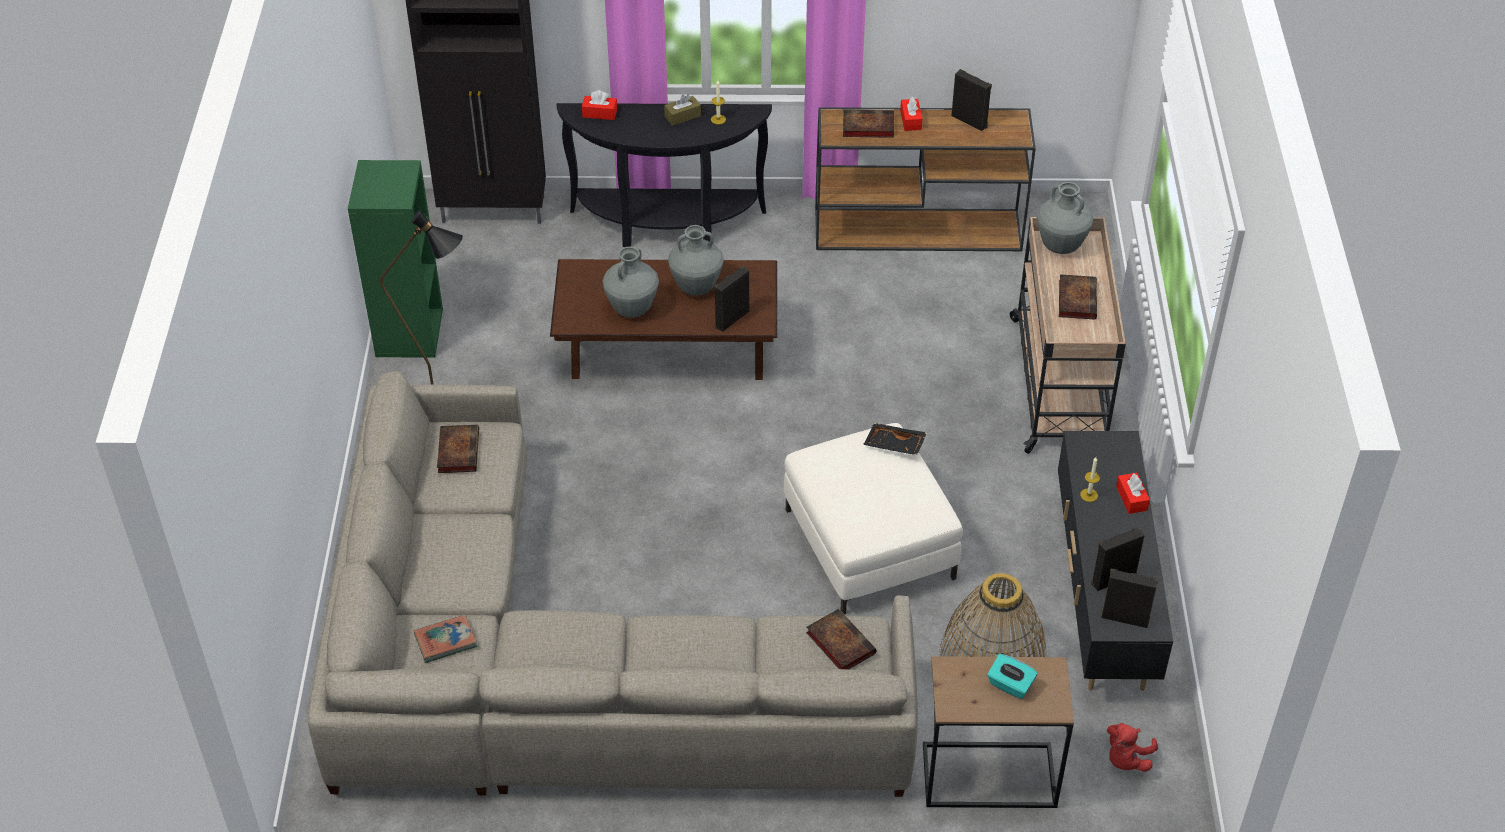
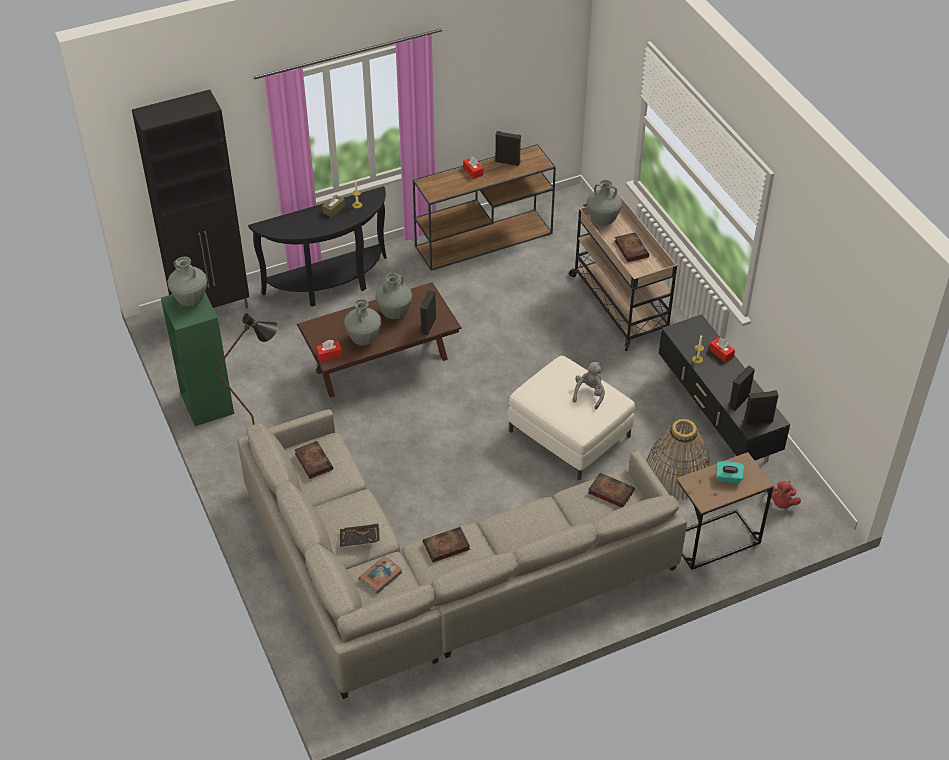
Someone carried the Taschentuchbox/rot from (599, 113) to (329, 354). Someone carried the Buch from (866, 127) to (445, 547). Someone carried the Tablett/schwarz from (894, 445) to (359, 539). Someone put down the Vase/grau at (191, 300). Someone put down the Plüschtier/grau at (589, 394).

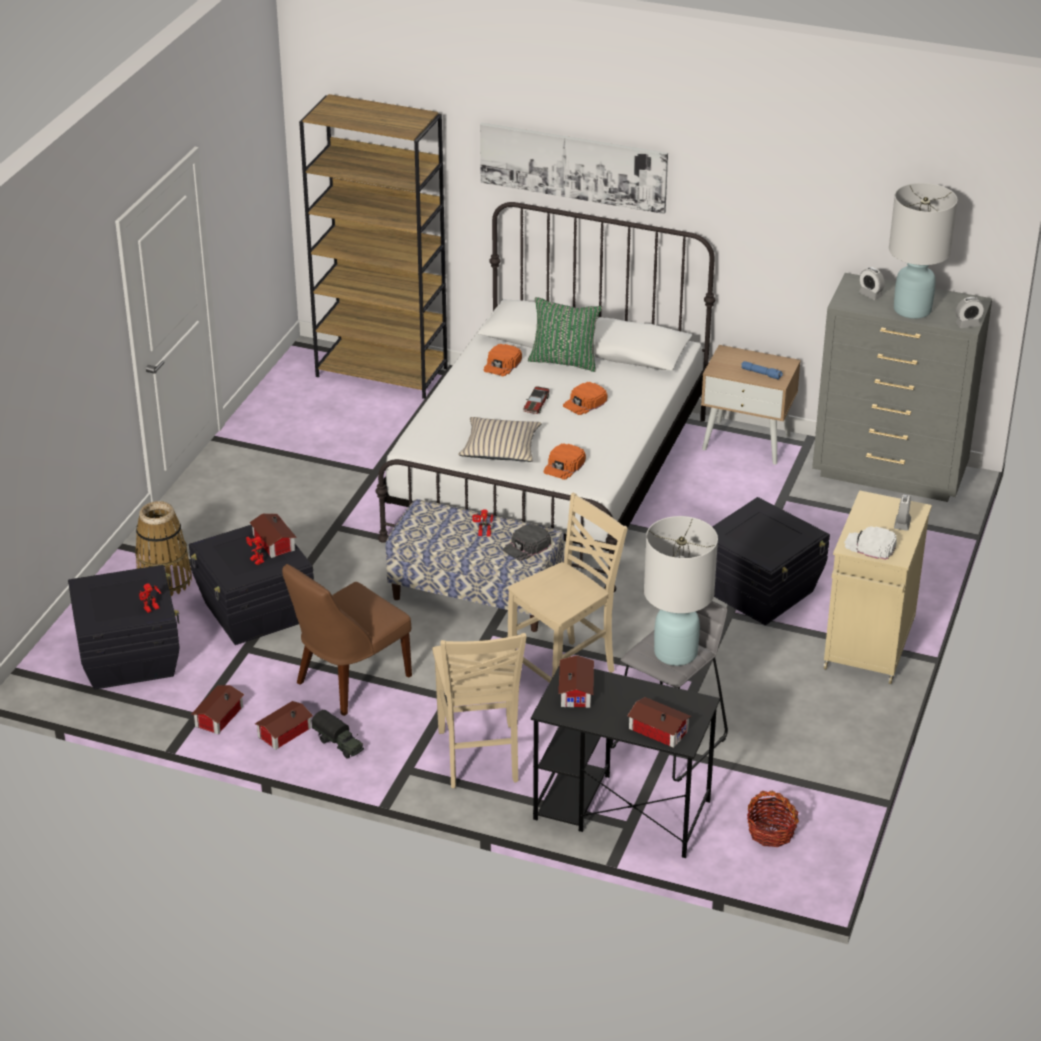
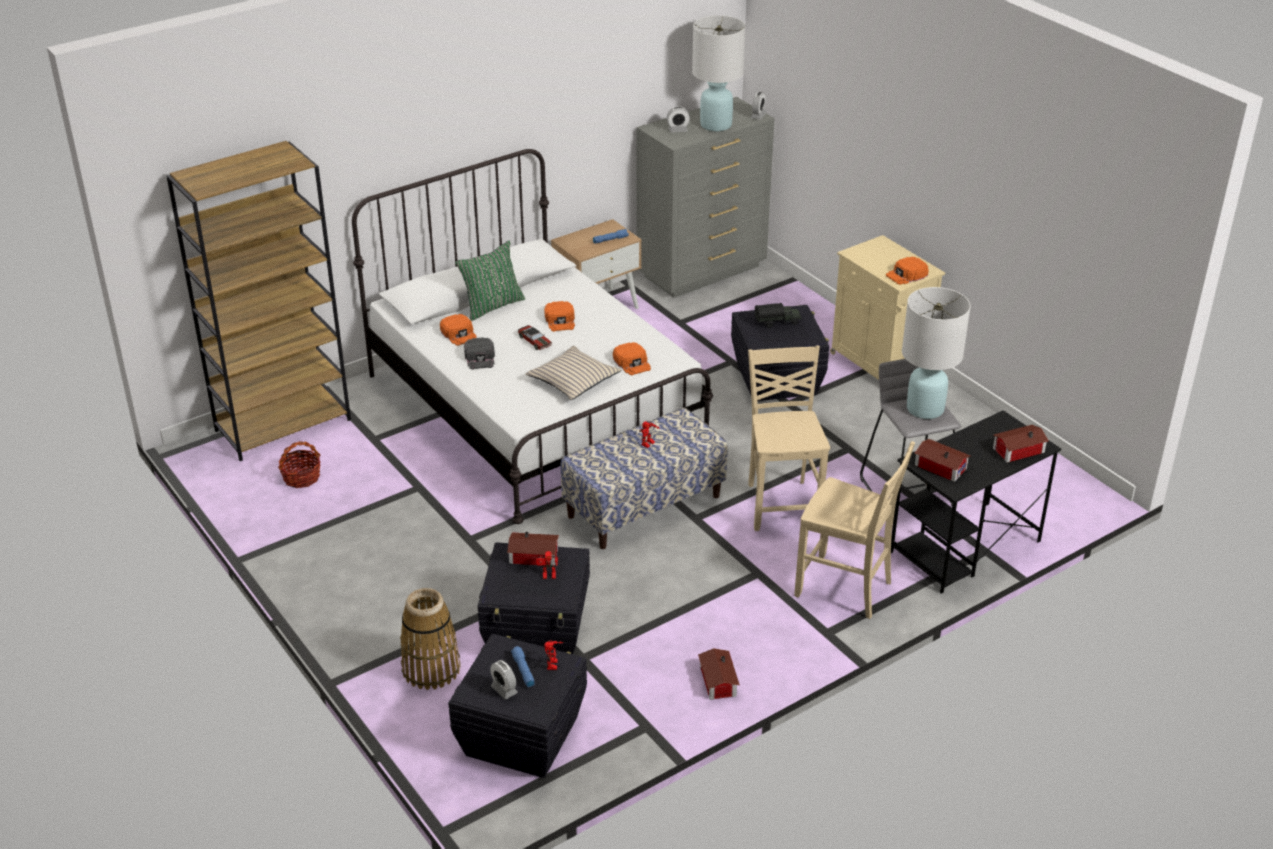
Someone took away the Bild at (573, 167). Someone carried the Wecker from (902, 523) to (504, 690). Someone carried the Kappe/schwarz from (527, 546) to (480, 357). Someone repainted the Kappe/weiß at (870, 546), which became the Kappe/orange at (906, 275). Someone took away the Stuhl/braun at (349, 681). Someone took away the Spielzeughaus at (217, 717). Someone carried the Spielzeuglaster from (339, 744) to (778, 322). Someone carried the Korb from (771, 832) to (301, 477). Someone put down the Taschenlampe/blau at (522, 670).

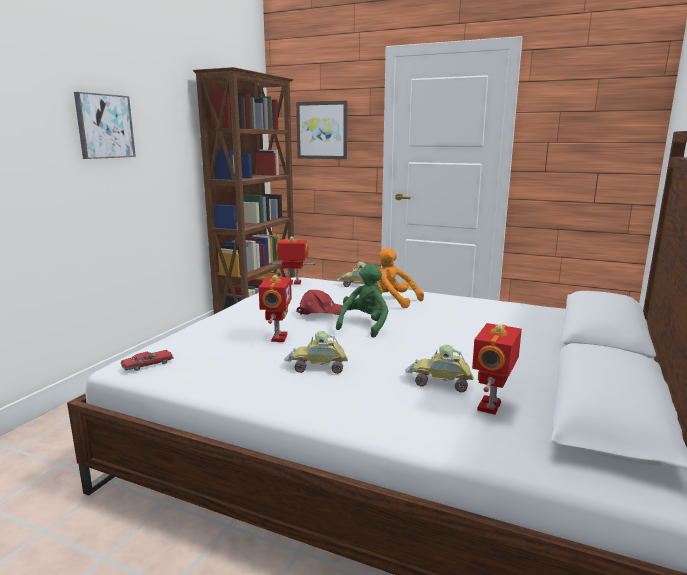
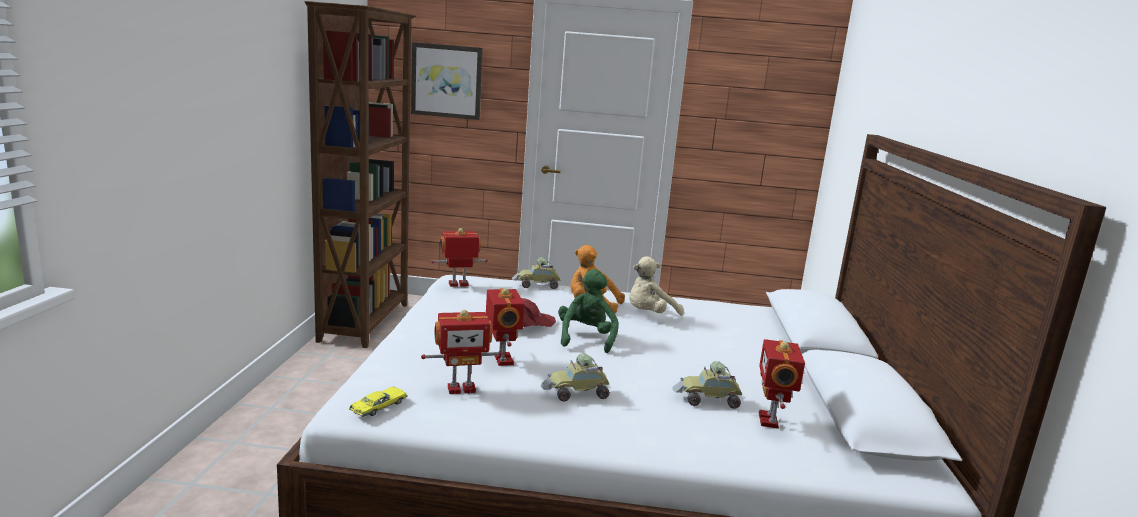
Someone took away the Bild at (104, 126). Someone repainted the Spielzeugauto/rot at (148, 364), which became the Spielzeugauto/gelb at (379, 407). Someone put down the Plüschtier/beige at (649, 315). Someone put down the Spielzeugroboter at (461, 388).

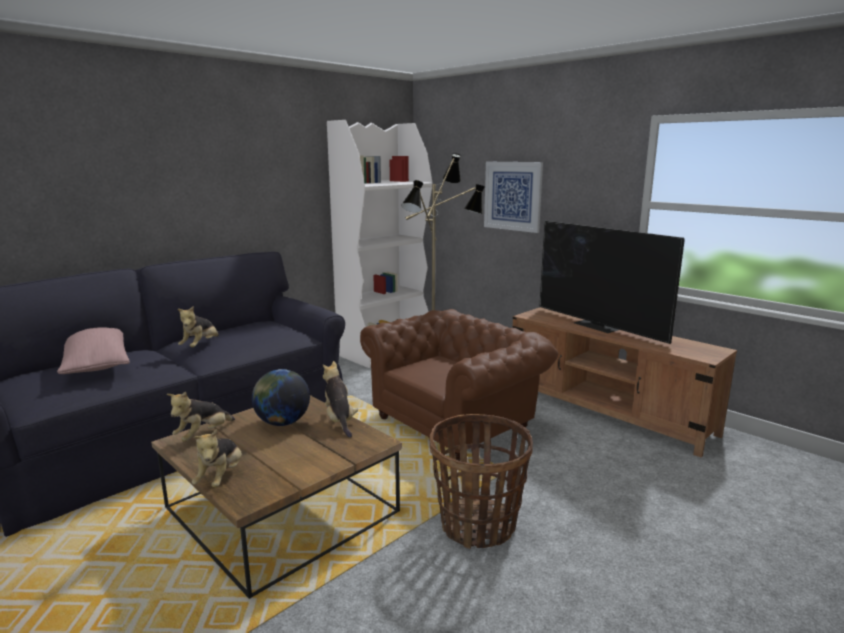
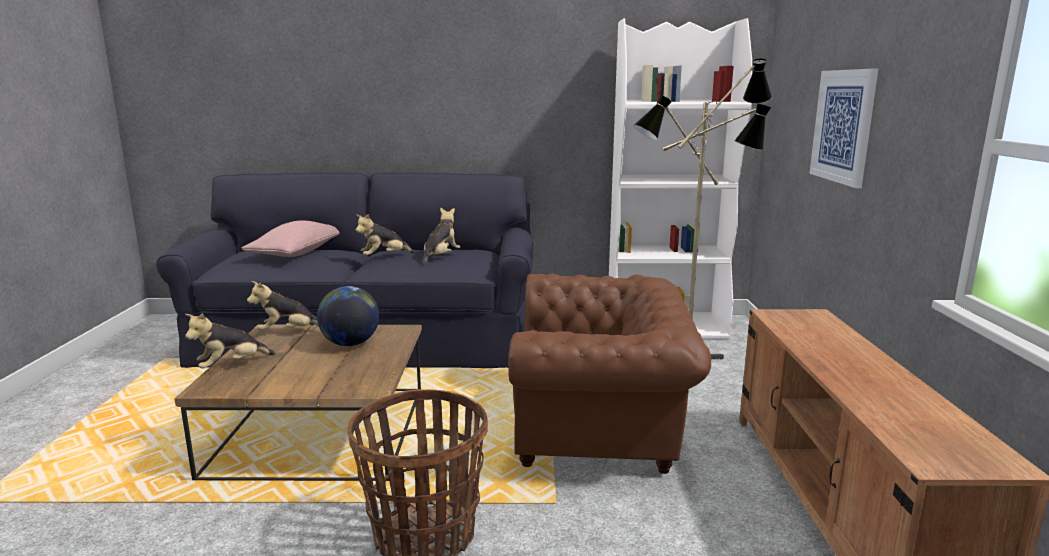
Someone took away the Fernseher at (598, 326). Someone carried the Plüschtier from (339, 420) to (440, 257).

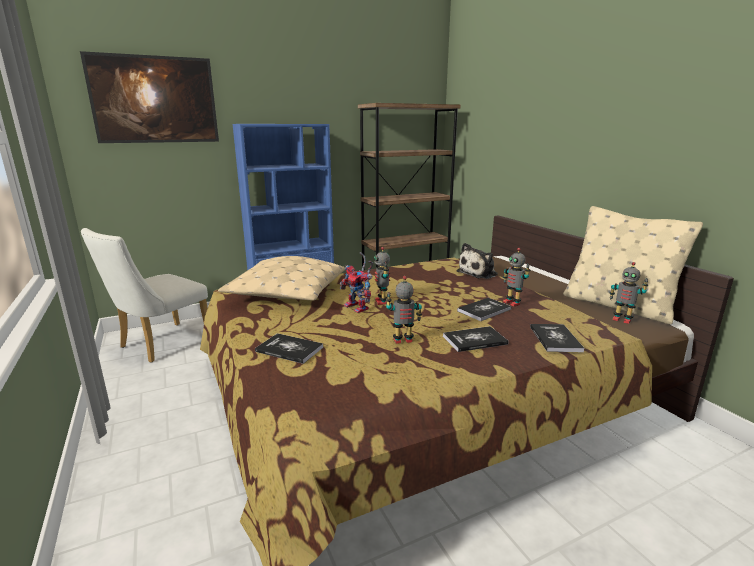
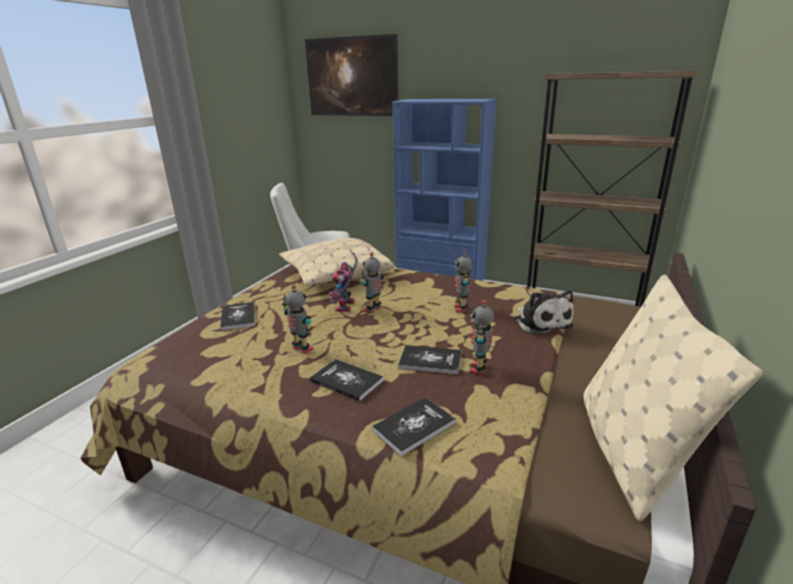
Someone rotated the Plüschtier at (479, 273) by 120 degrees counterclockwise. Someone carried the Spielzeugroboter from (622, 319) to (461, 308).

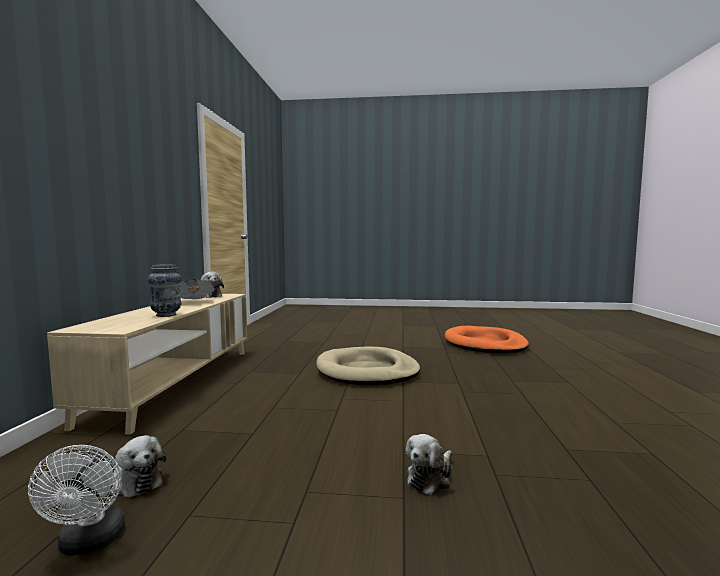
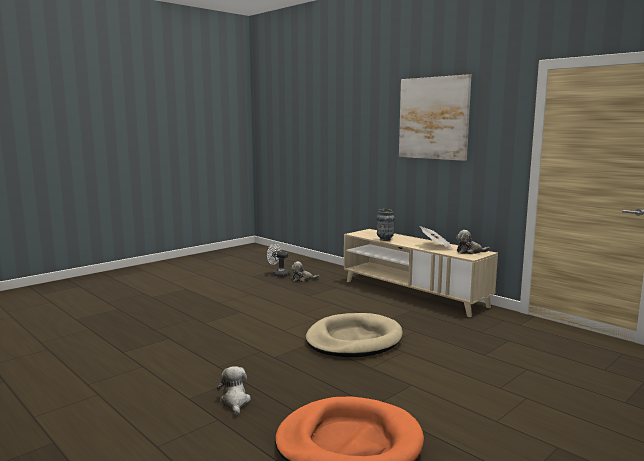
Someone carried the Plüschtier from (430, 478) to (235, 402). Someone put up the Bild at (433, 118).

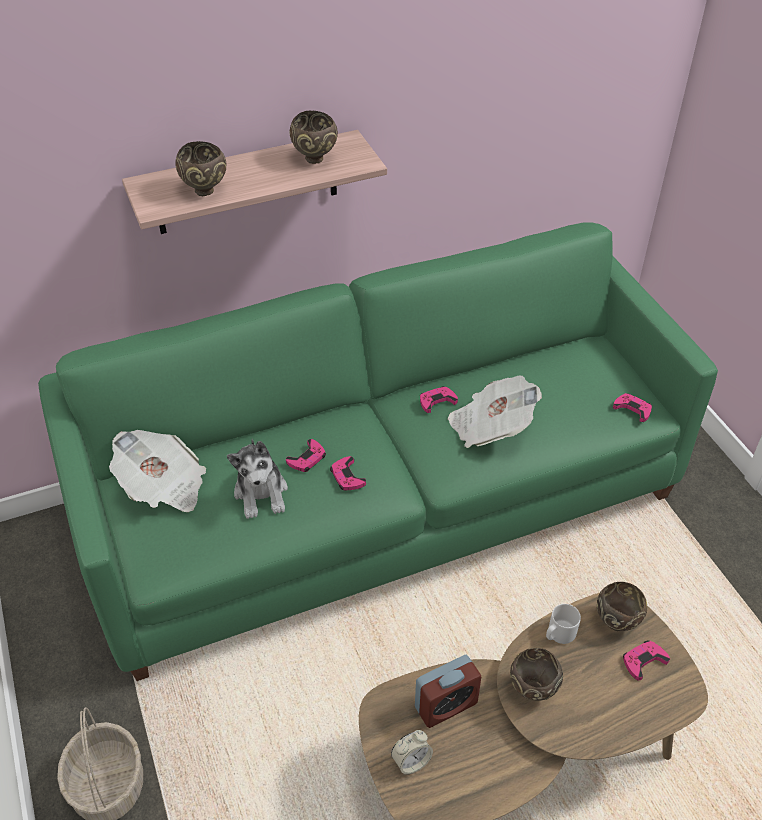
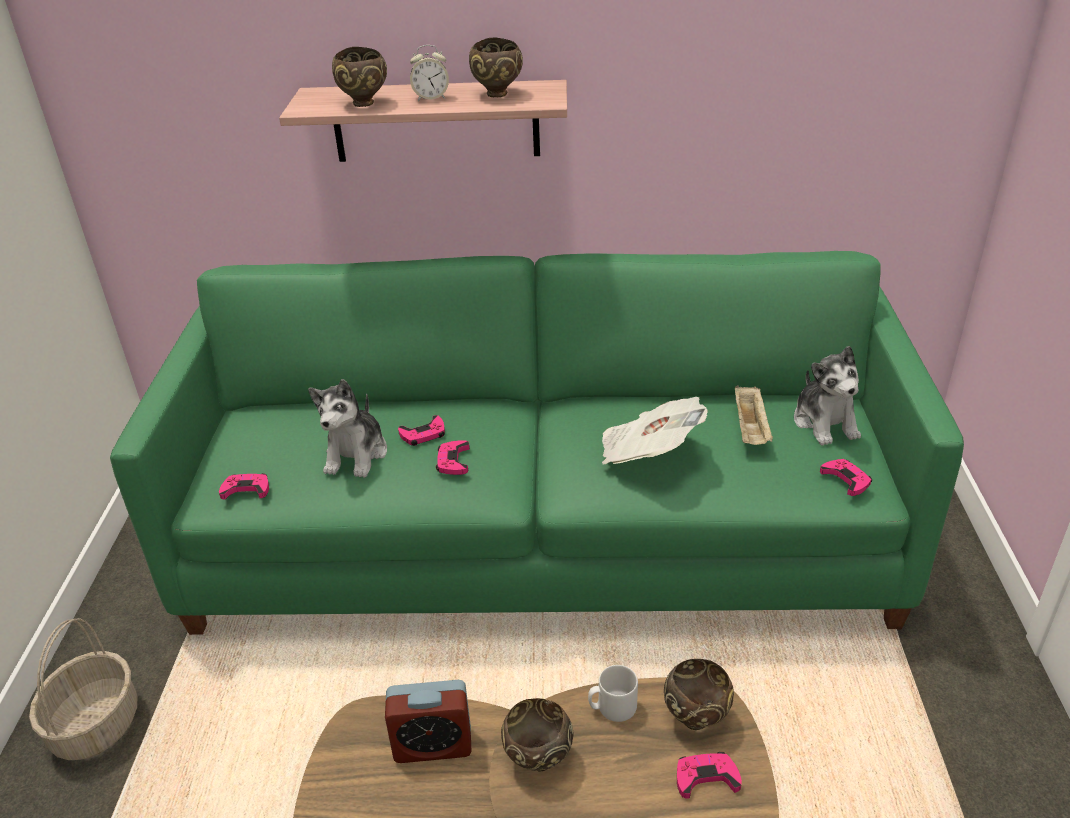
Someone carried the Gamepad/rosa from (437, 401) to (246, 489). Someone took away the Zeitung at (163, 485). Someone carried the Wecker from (411, 761) to (431, 98). Someone put down the Plüschtier at (825, 423). Someone put down the Tablett/beige at (751, 429).

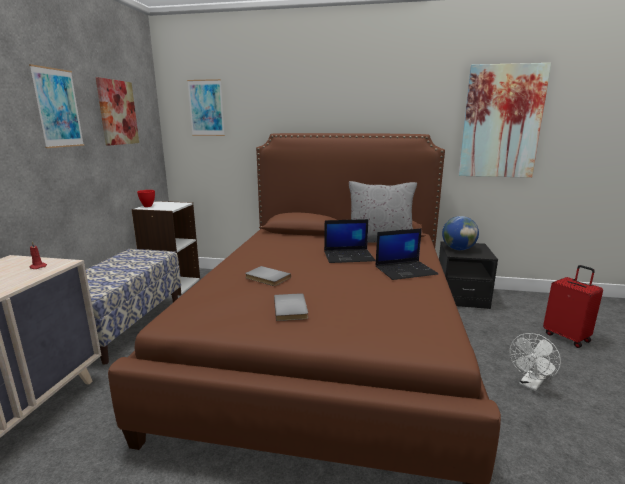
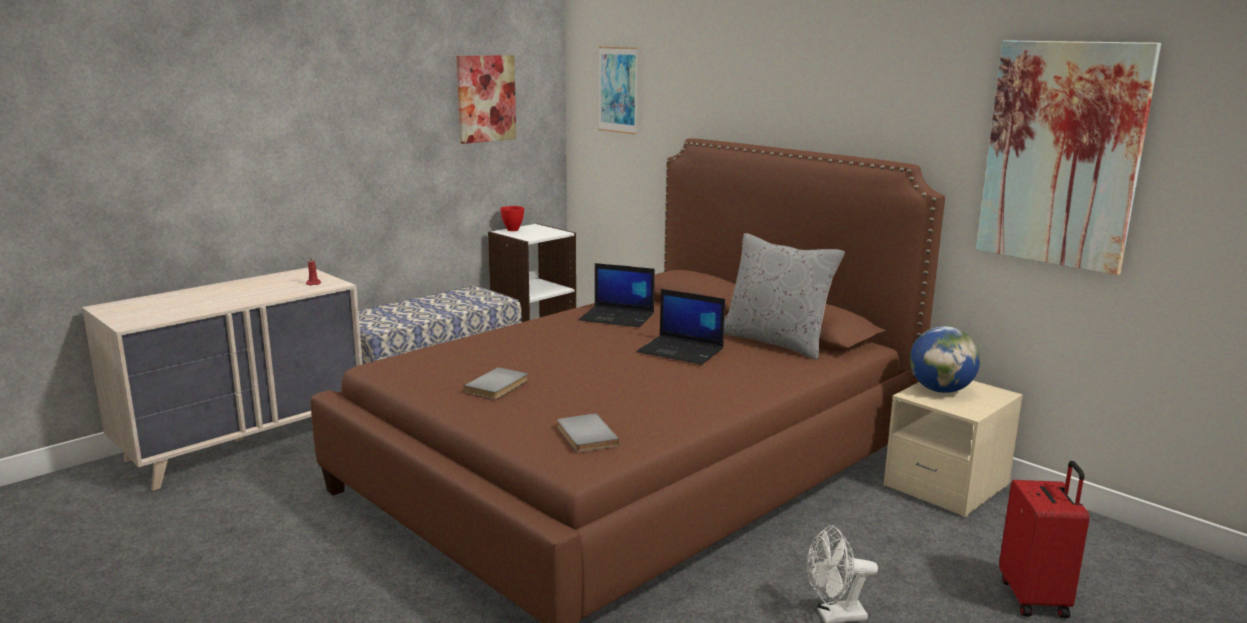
Someone took away the Bild at (58, 108). Someone carried the Laptop from (406, 270) to (618, 317). Someone repainted the Nachttisch/schwarz at (461, 297), which became the Nachttisch/beige at (946, 486). Someone carried the Buch/grau from (266, 278) to (584, 436).

